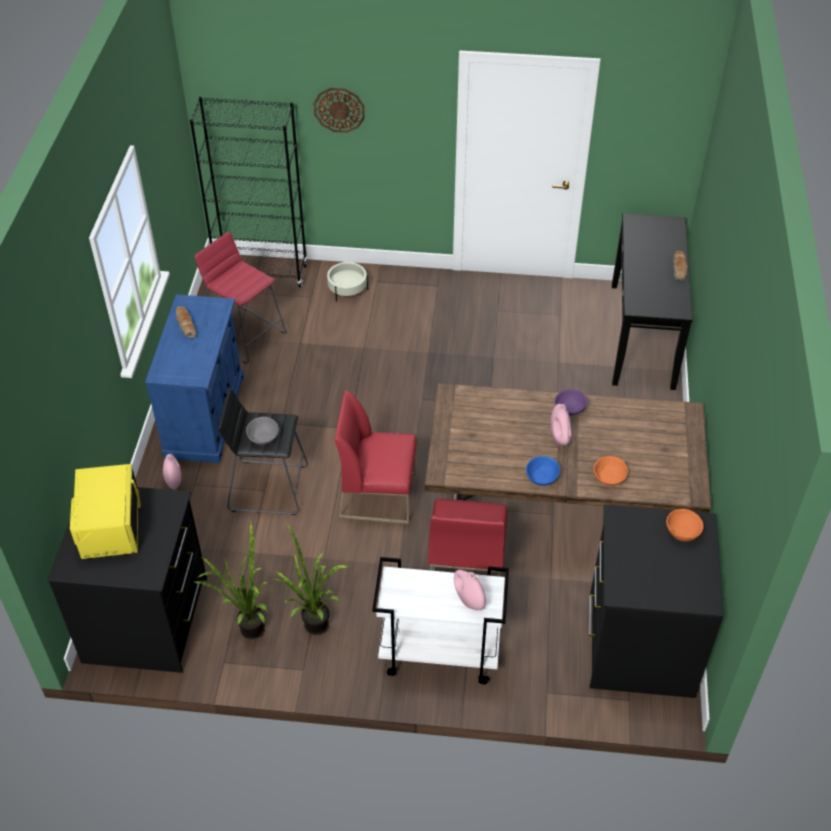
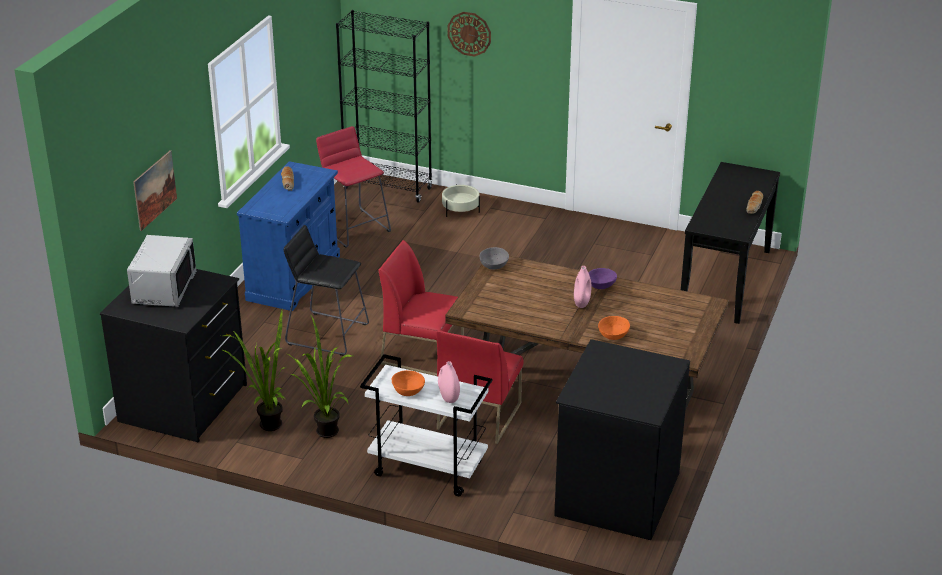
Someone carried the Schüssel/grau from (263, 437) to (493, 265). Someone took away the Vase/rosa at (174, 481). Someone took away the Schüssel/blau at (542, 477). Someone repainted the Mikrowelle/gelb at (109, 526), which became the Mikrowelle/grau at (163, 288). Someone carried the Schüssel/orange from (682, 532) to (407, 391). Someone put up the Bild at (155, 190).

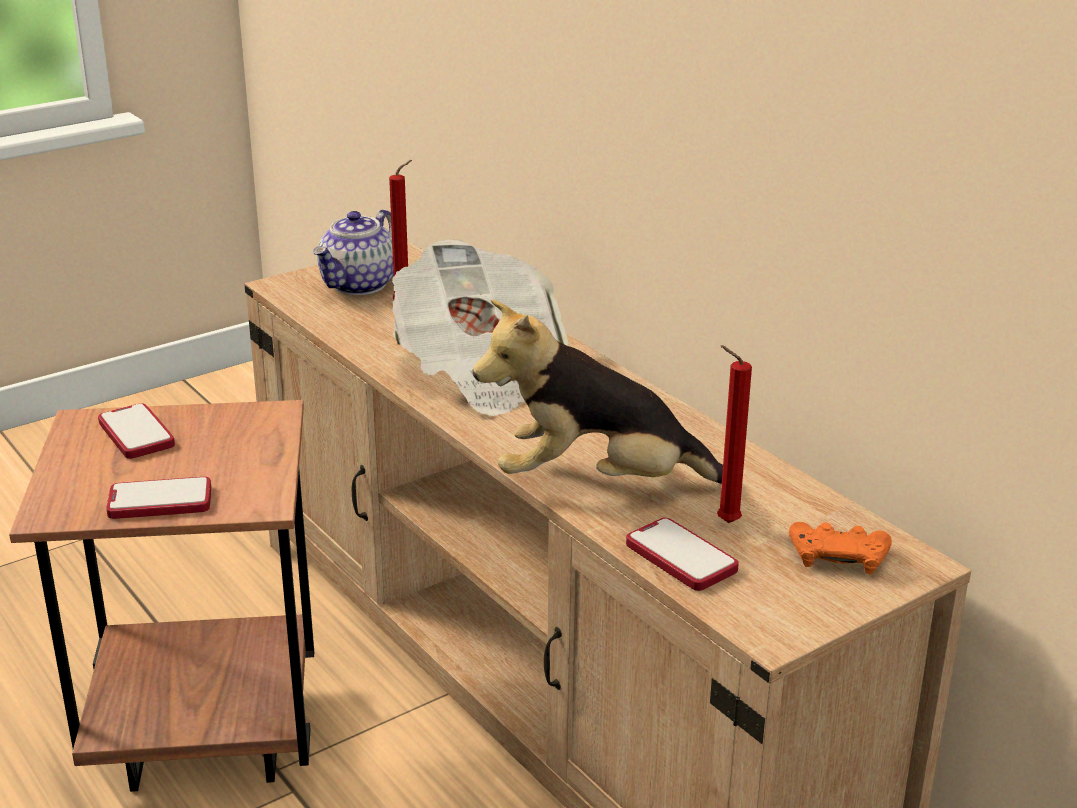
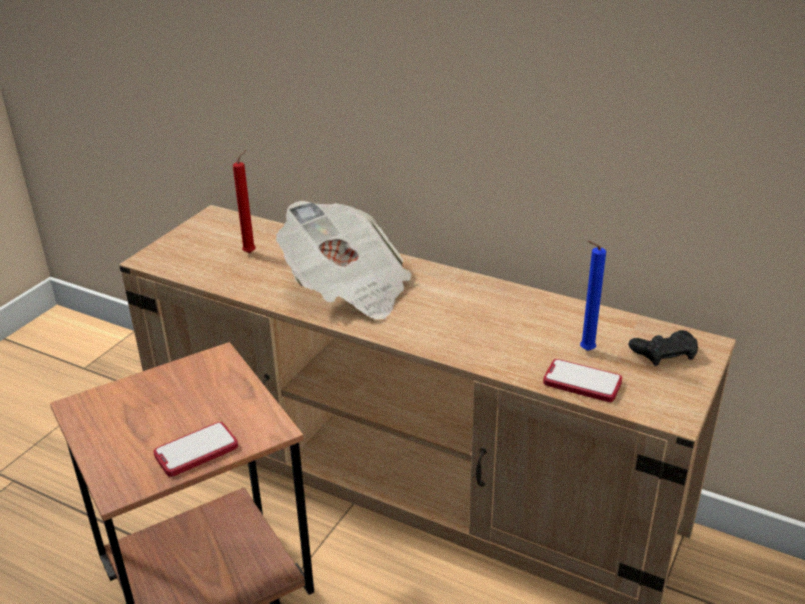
Someone took away the Teekanne at (359, 285). Someone took away the Plüschtier at (599, 483). Someone repainted the Kerze/rot at (724, 522), which became the Kerze/blau at (584, 351). Someone took away the Handy at (136, 434). Someone repainted the Gamepad/orange at (838, 556), which became the Gamepad/schwarz at (664, 353).

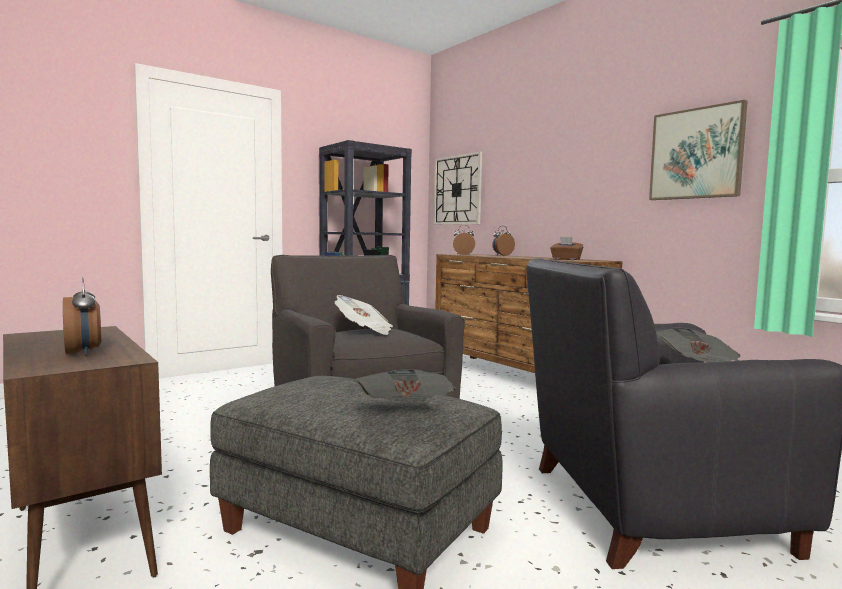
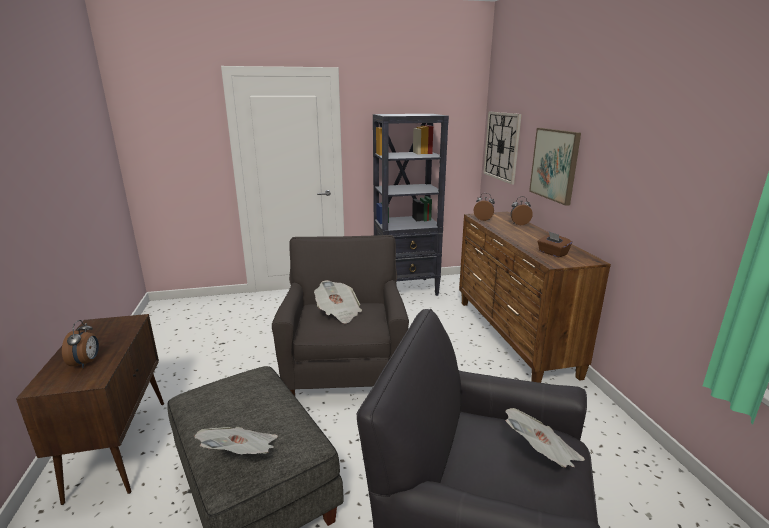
Someone carried the Bild from (696, 154) to (555, 164).

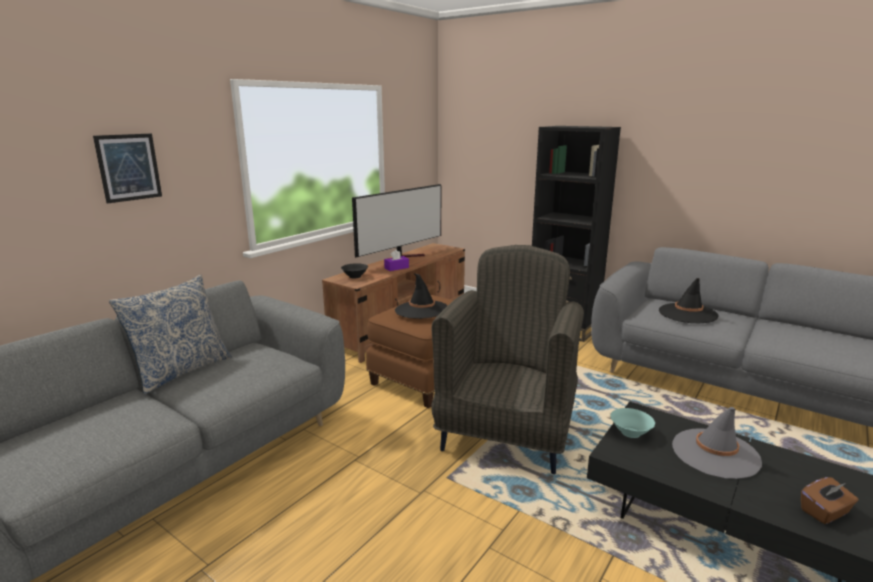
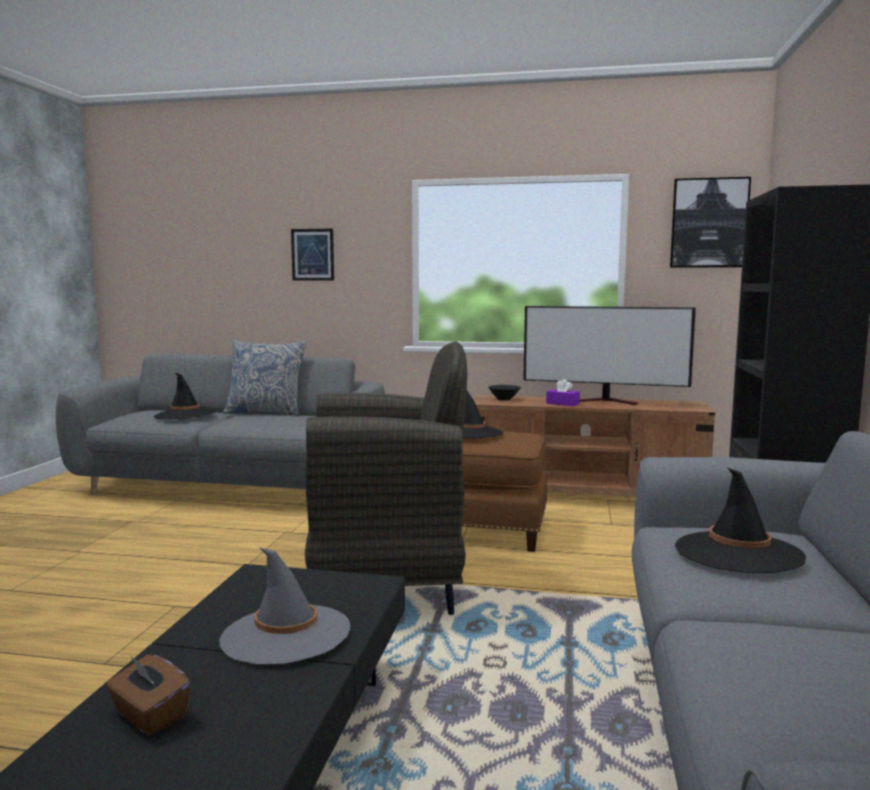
Someone took away the Schüssel/türkis at (630, 432). Someone put up the Bild at (709, 223). Someone put down the Hut/schwarz at (185, 415).

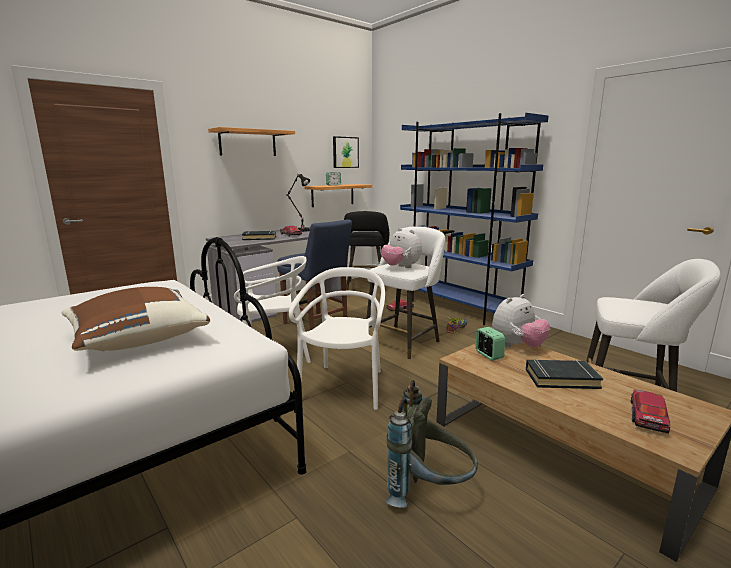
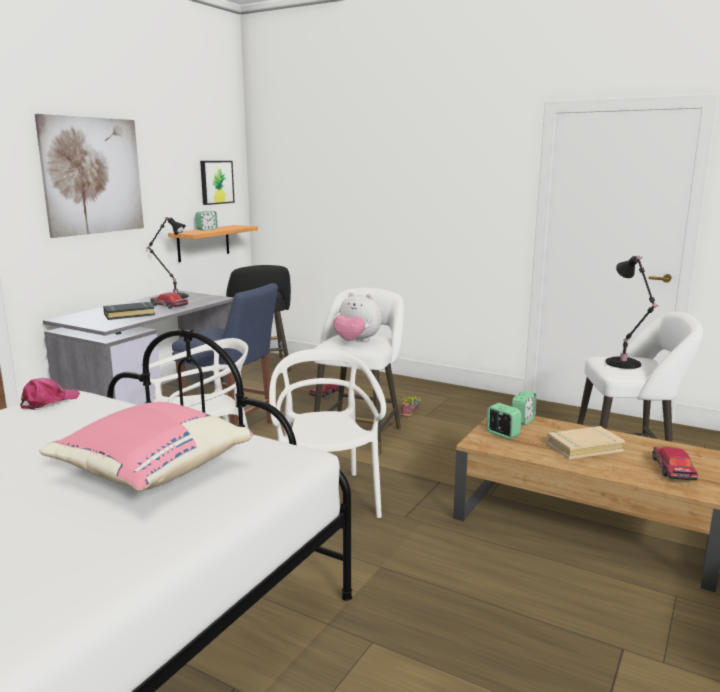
Someone took away the Bücherregal/blau at (457, 308). Someone swapped the Wandregal at (248, 143) for the Bild at (92, 176). Someone repainted the Kissen/braun at (137, 339), which became the Kissen/rosa at (150, 471). Someone swapped the Plüschtier at (517, 346) for the Wecker at (523, 420). Someone repainted the Buch/schwarz at (561, 378), which became the Buch/beige at (583, 447). Someone took away the Rucksack/grau at (429, 492). Someone put down the Tischlampe/schwarz at (624, 364). Someone put down the Kappe/rosa at (49, 401).

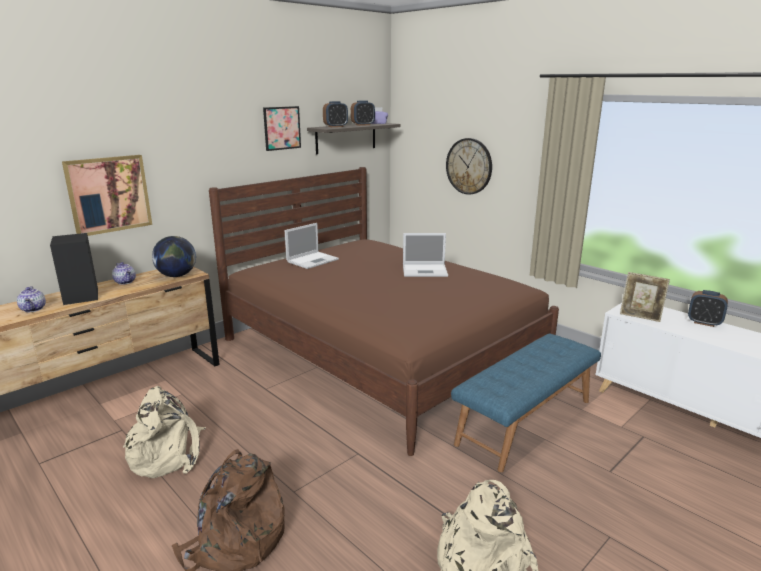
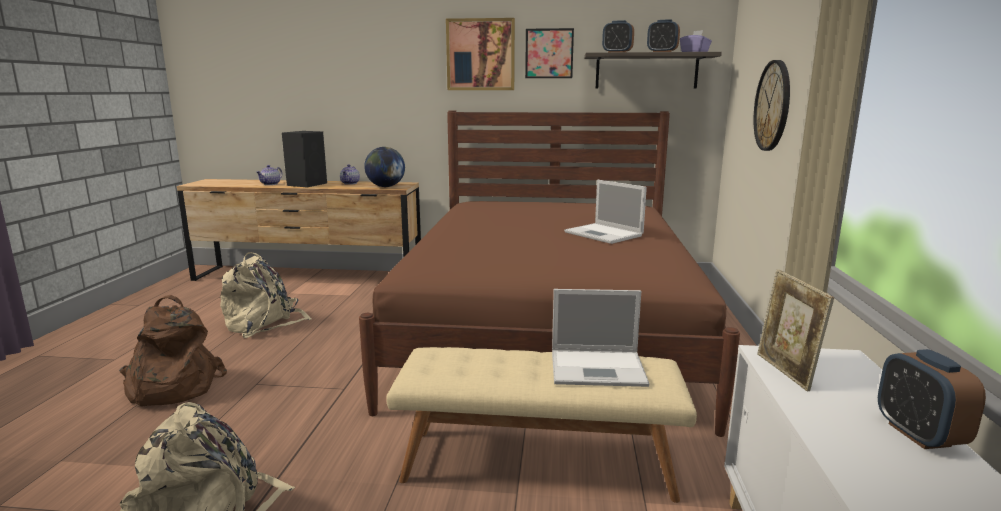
Someone carried the Bild from (109, 194) to (480, 55). Someone carried the Laptop from (313, 260) to (599, 368). Someone repainted the Bank/blau at (524, 421), which became the Bank/beige at (538, 462).

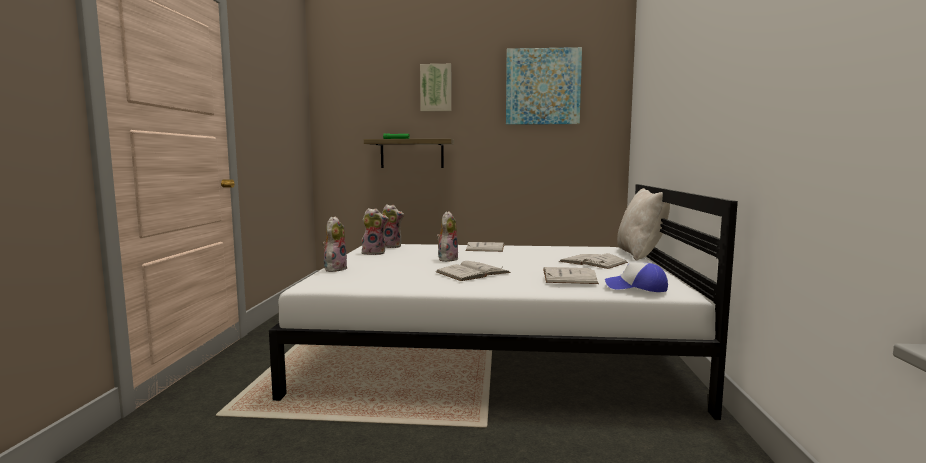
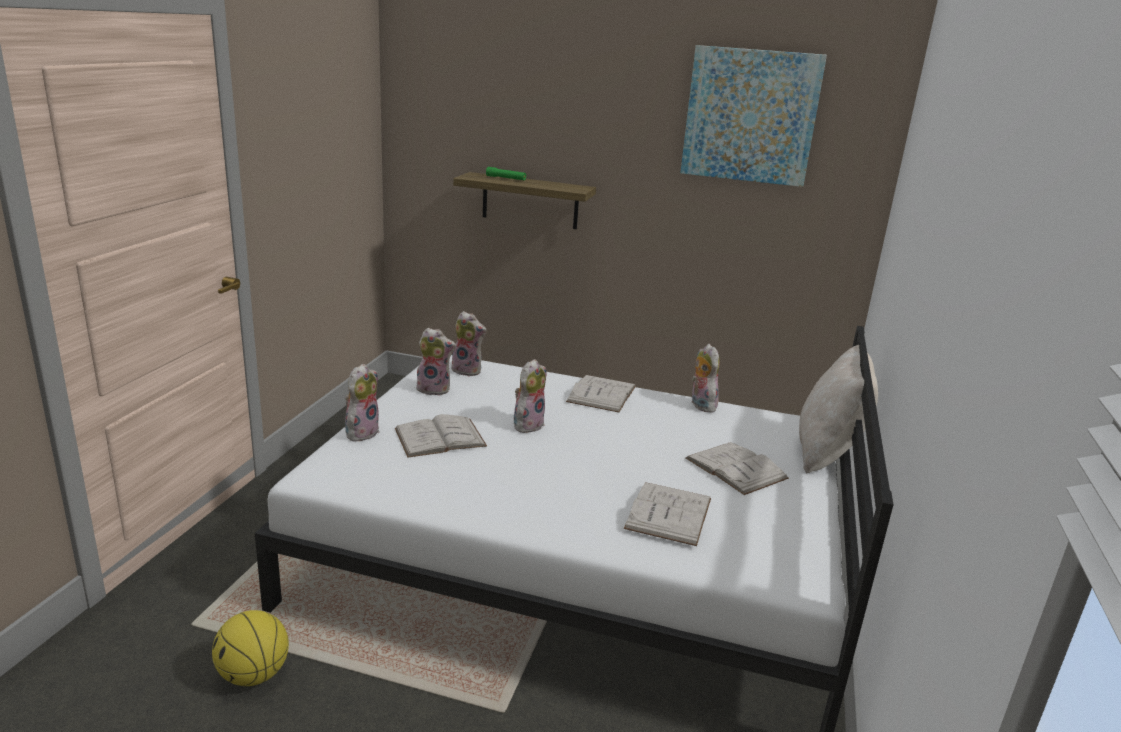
Someone took away the Bild at (436, 88). Someone carried the Buch/weiß from (472, 272) to (440, 437). Someone took away the Kappe at (636, 287). Someone put down the Plüschtier at (700, 405). Someone put down the Basketball at (254, 675).

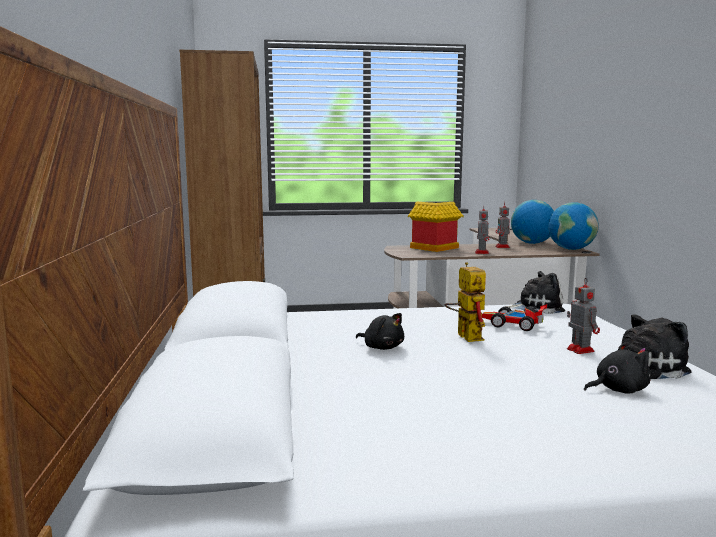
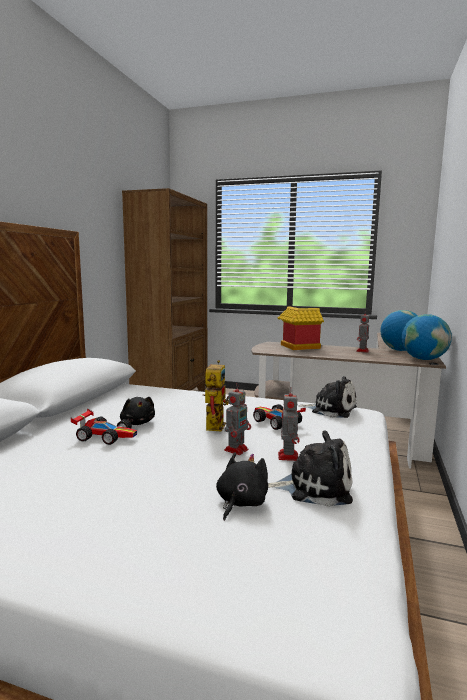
Someone carried the Spielzeugroboter from (481, 252) to (237, 449). Someone rotated the Plüschtier/schwarz at (618, 390) by 75 degrees counterclockwise. Someone put down the Spielzeugauto at (106, 436).

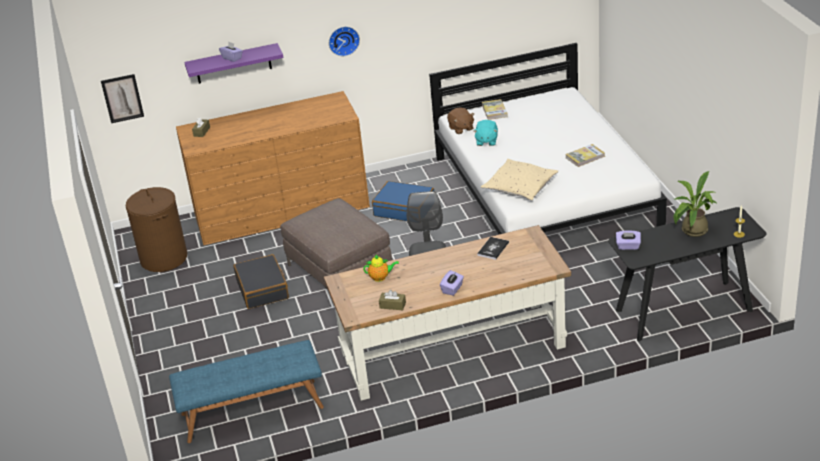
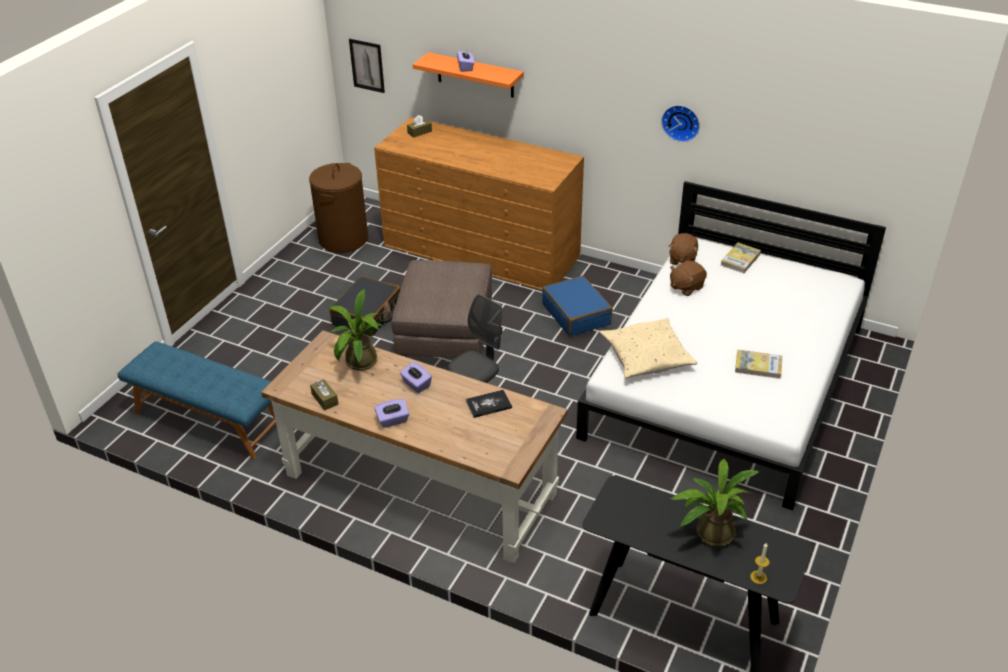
Someone carried the Wanduhr from (343, 40) to (681, 122). Someone repainted the Wandregal/lila at (233, 64), which became the Wandregal/orange at (475, 75). Someone repainted the Plüschtier/türkis at (486, 141), which became the Plüschtier/braun at (686, 287). Someone carried the Taschentuchbox/lila from (628, 246) to (416, 384). Someone swapped the Teekanne at (380, 277) for the Topfpflanze at (359, 364).

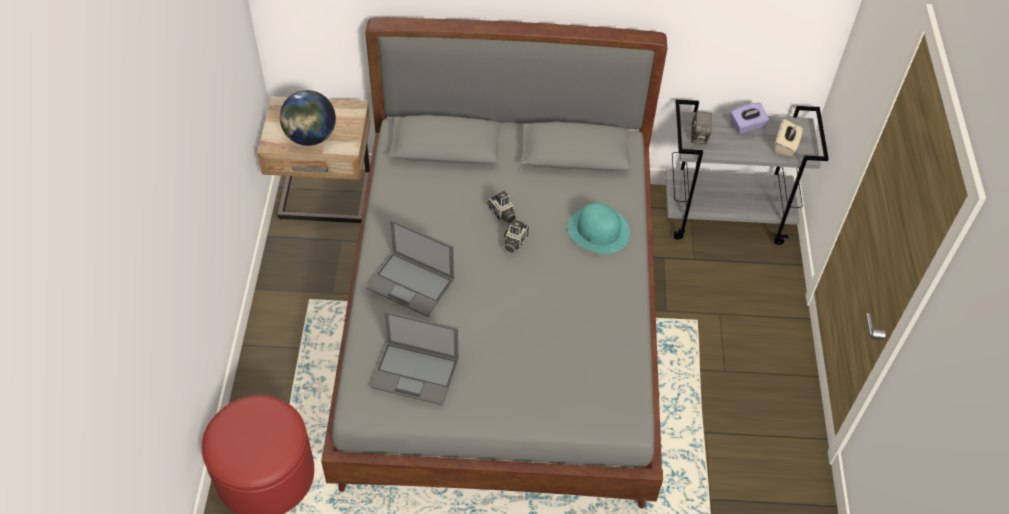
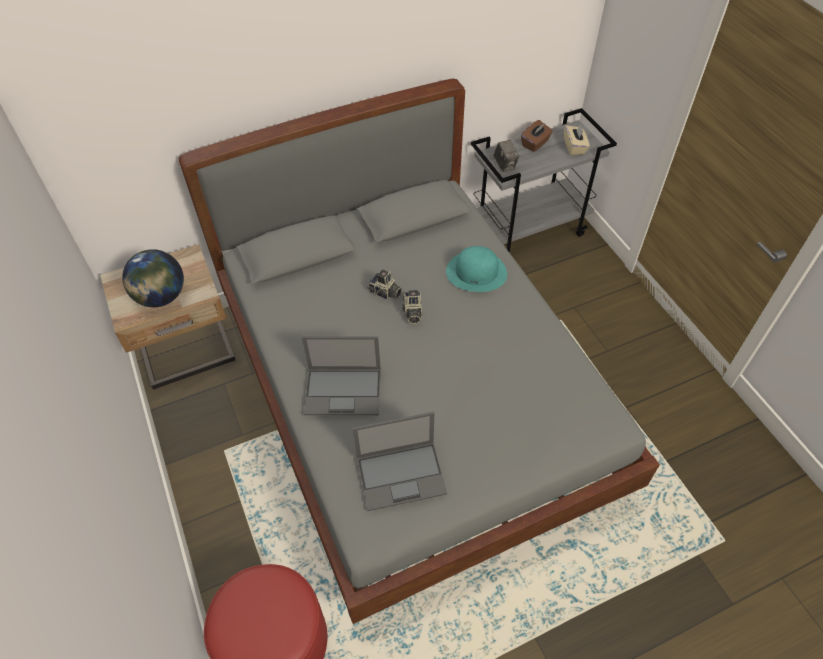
Someone repainted the Taschentuchbox/lila at (747, 126), which became the Taschentuchbox/braun at (535, 143).

